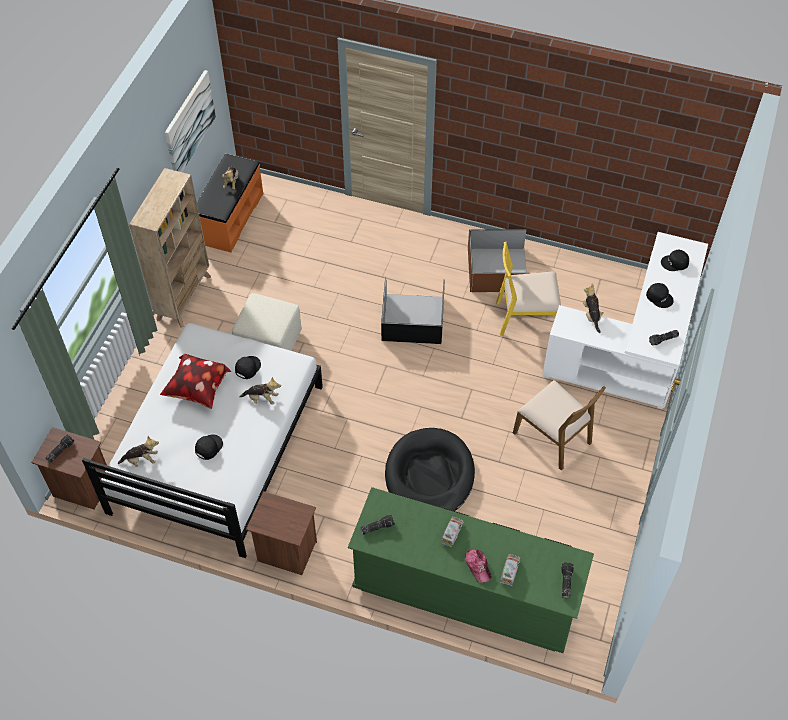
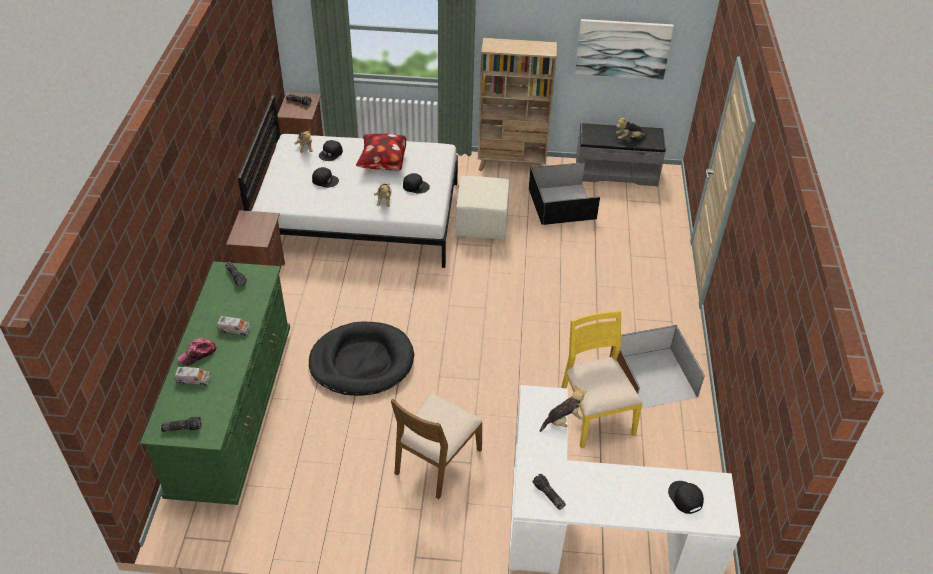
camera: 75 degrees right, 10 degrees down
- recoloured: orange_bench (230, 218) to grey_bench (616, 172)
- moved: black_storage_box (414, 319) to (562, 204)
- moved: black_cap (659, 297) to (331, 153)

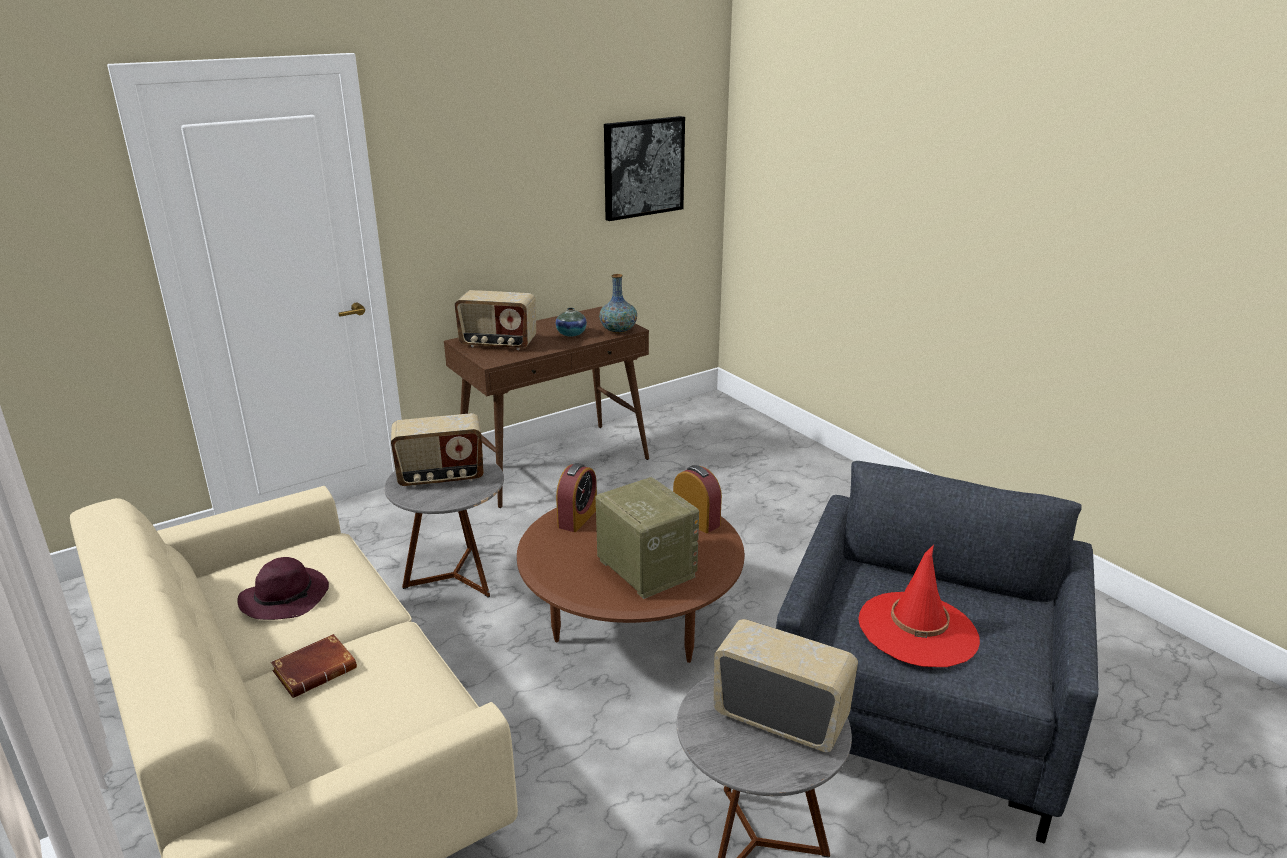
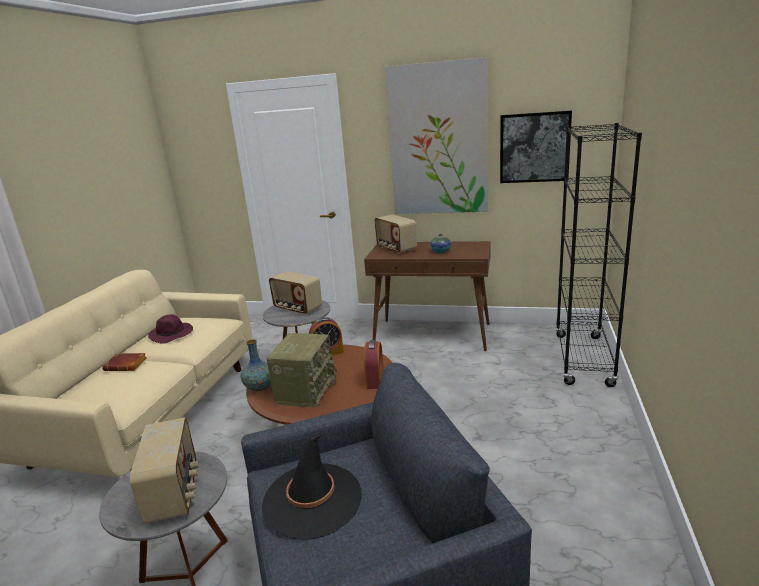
camera: 50 degrees right, 5 degrees down
- moved: vase (618, 330) to (260, 387)
- recoloured: red_hat (918, 630) to black_hat (312, 500)
- added: picture (438, 140)
- added: black_bookcase (583, 360)

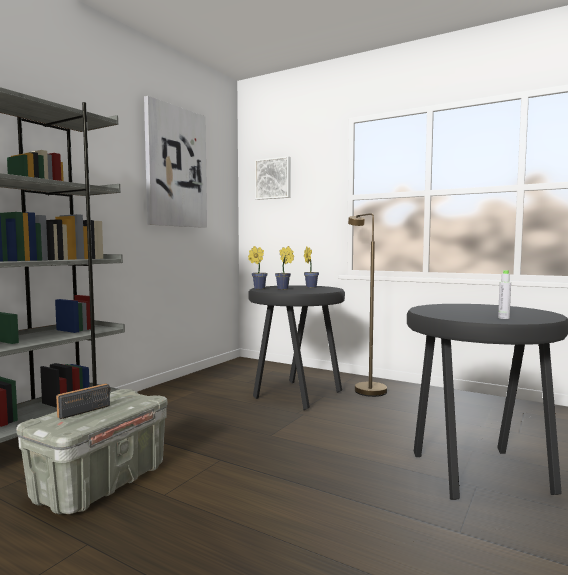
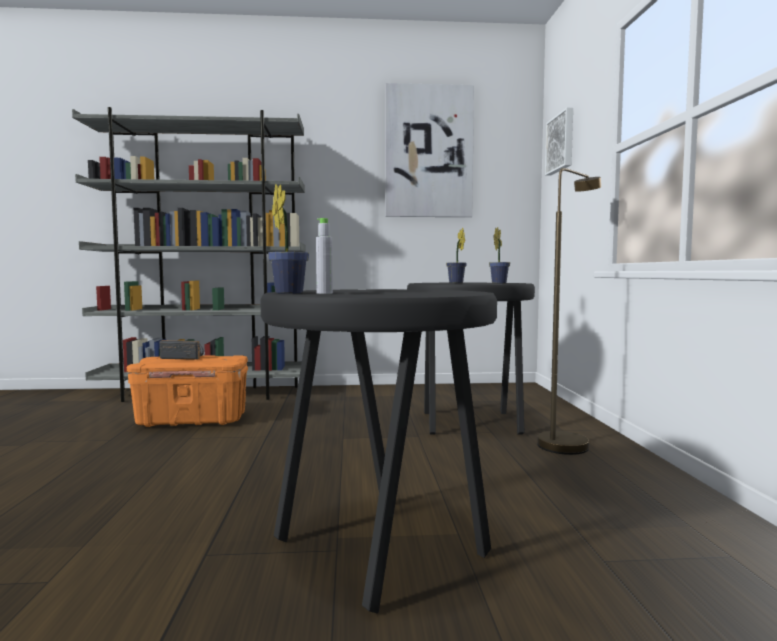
camera: 55 degrees right, 0 degrees up
- recoloured: grey_storage_box (100, 484) to orange_storage_box (191, 421)
- moved: potted_plant (258, 288) to (288, 292)

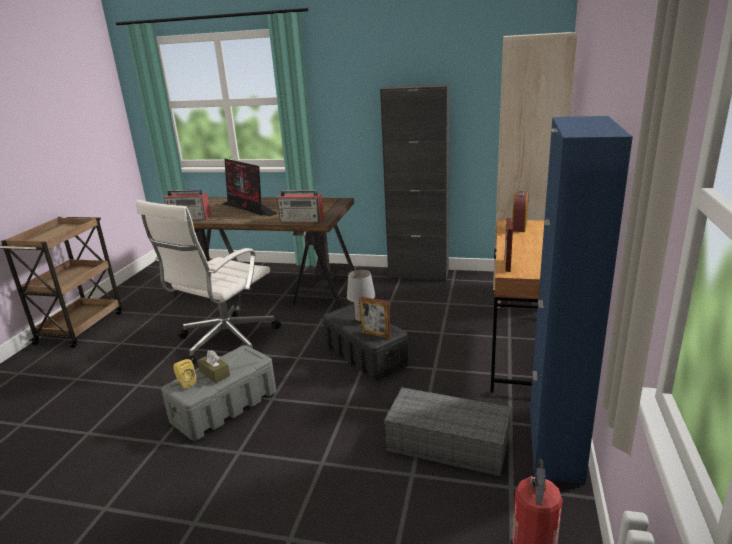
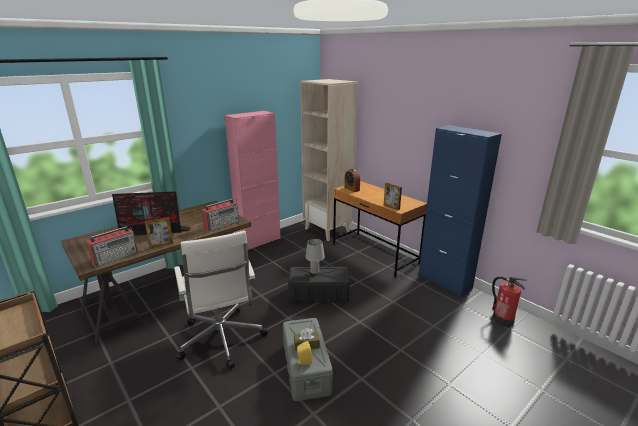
camera: 55 degrees left, 0 degrees up
- moved: picture_frame (376, 334) to (161, 245)
- recoloured: black_cabinet (418, 274) to pink_cabinet (259, 241)
- removed: grey_storage_box (446, 444)

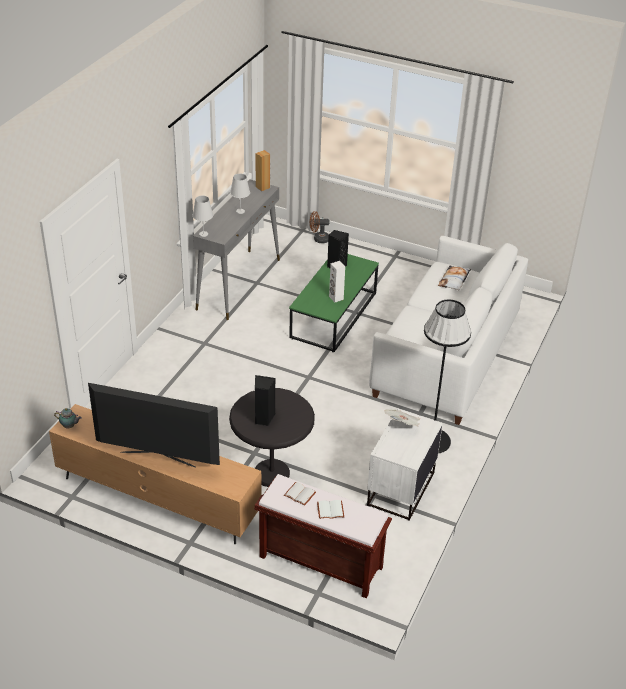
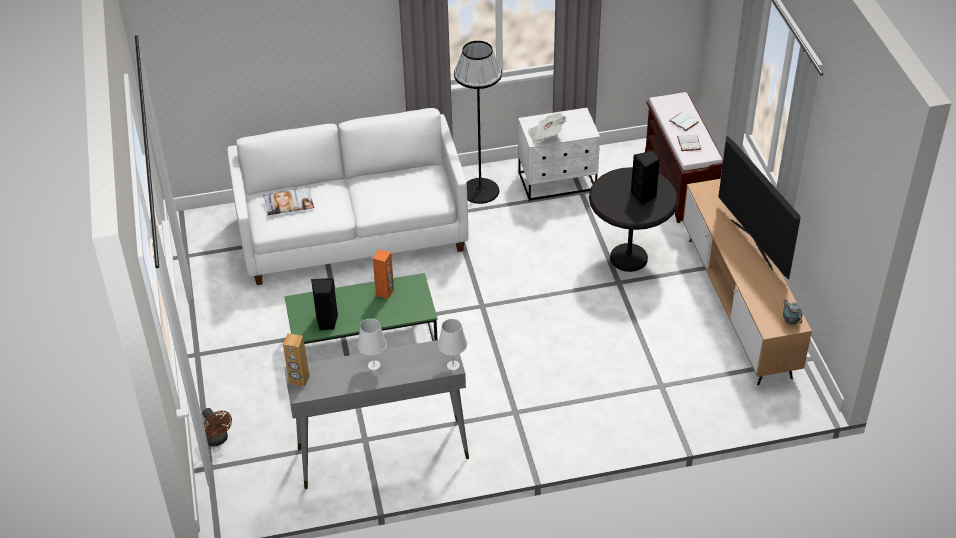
camera: 125 degrees left, 5 degrees up
- recoloured: white_speaker (336, 298) to orange_speaker (385, 292)

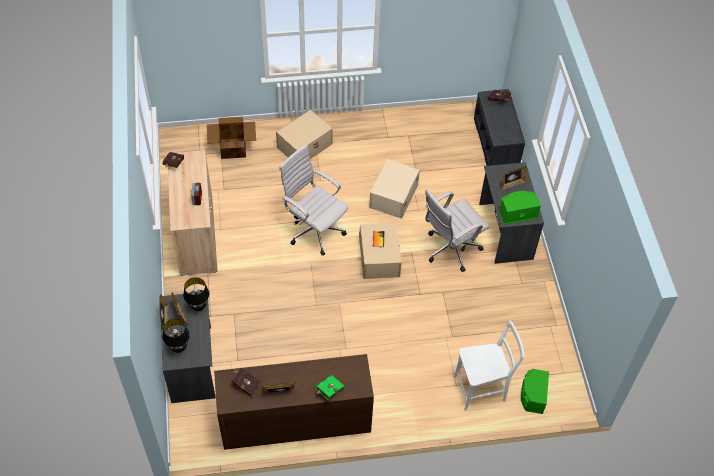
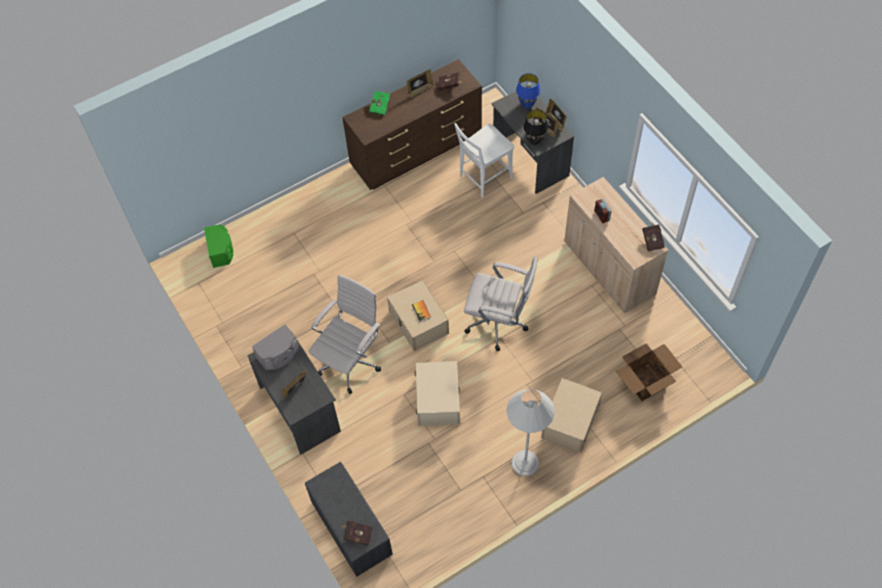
camera: 160 degrees right, 5 degrees up
- recoloured: black_table_lamp (178, 348) to blue_table_lamp (527, 104)
- moved: white_chair (482, 388) to (483, 178)
- recoloured: green_speaker (517, 213) to grey_speaker (279, 355)
- added: white_floor_lamp (525, 463)

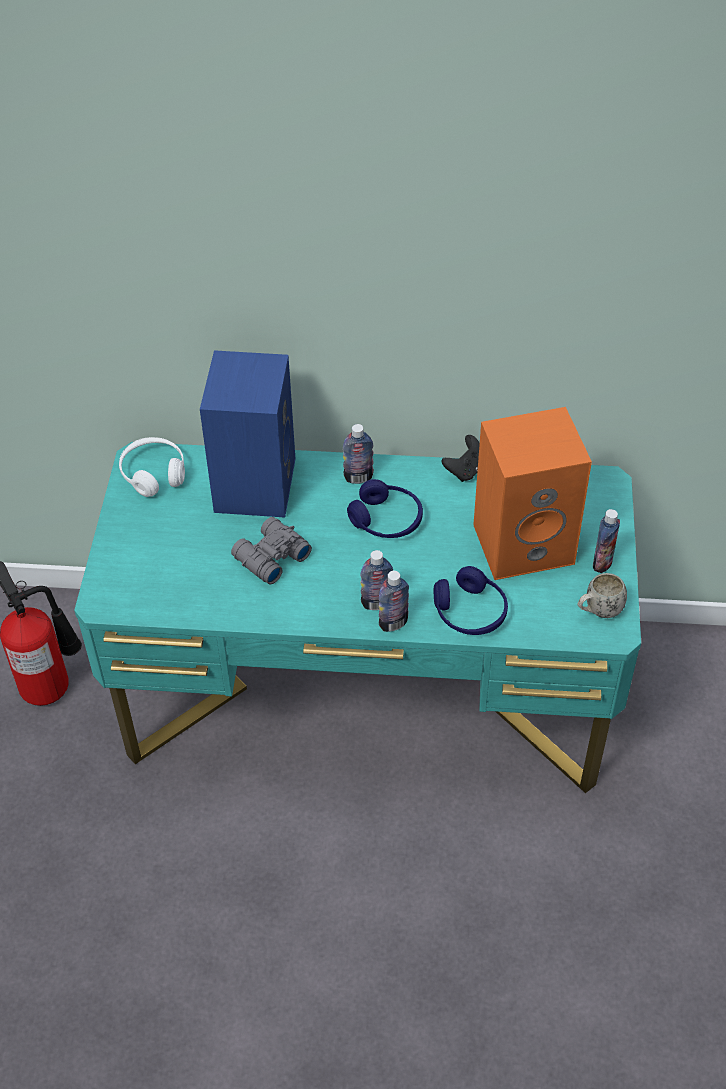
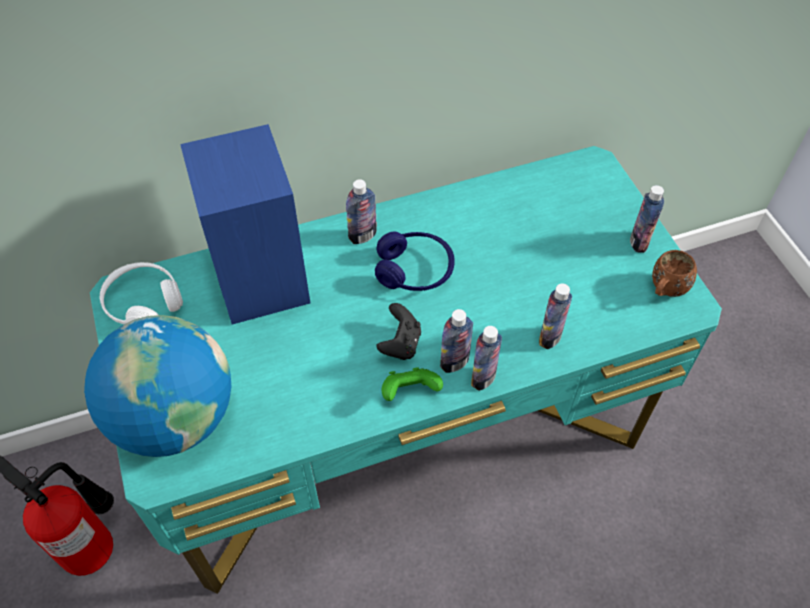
camera: 25 degrees left, 5 degrees up
- removed: grey_binoculars (269, 557)
- replaced: blue_headphones (470, 612) to bottle (550, 337)
- moved: black_game_controller (465, 470) to (400, 344)
- removed: orange_speaker (525, 542)
- recoloured: white_mug (598, 611) to brown_mug (665, 291)
- added: globe (174, 417)
- added: green_game_controller (410, 392)

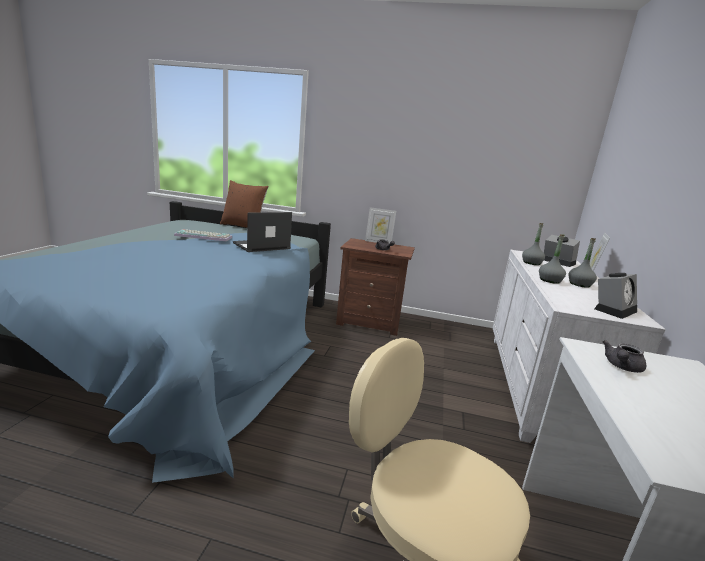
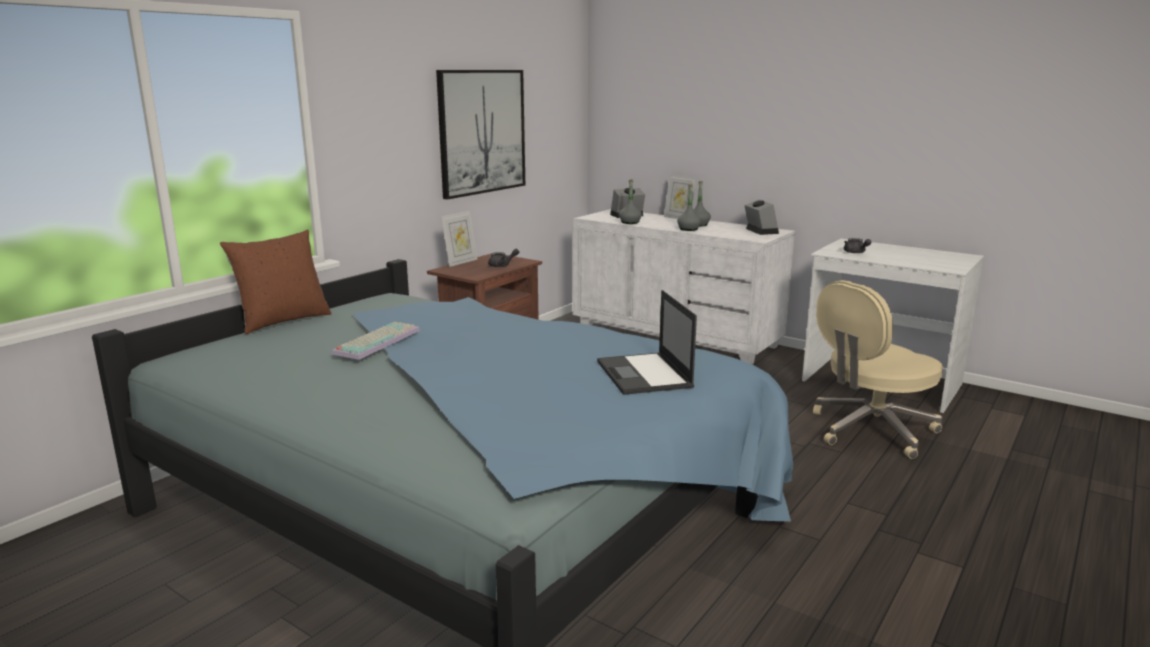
camera: 65 degrees left, 0 degrees up
- moved: laptop (261, 246) to (644, 374)
- added: picture (482, 132)

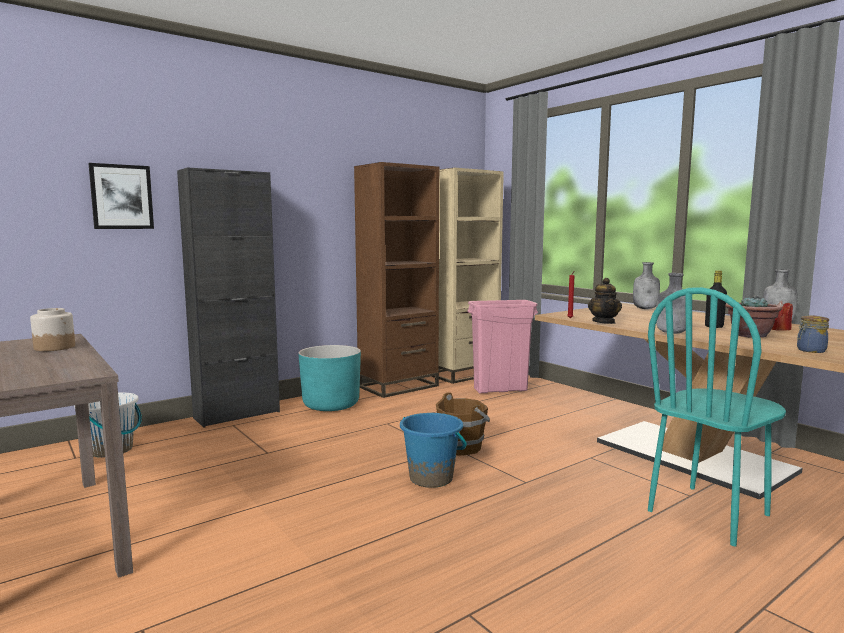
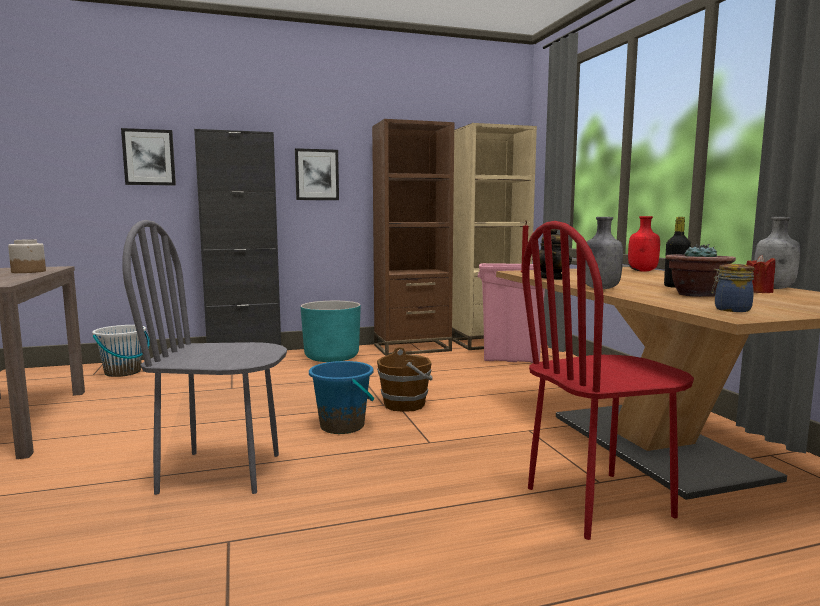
camera: 20 degrees right, 0 degrees up
- recoloured: grey_bottle (645, 308) to red_bottle (643, 271)
- recoloured: turquoise_chair (709, 513) to red_chair (599, 502)
- added: grey_chair (221, 472)
- added: picture (316, 175)

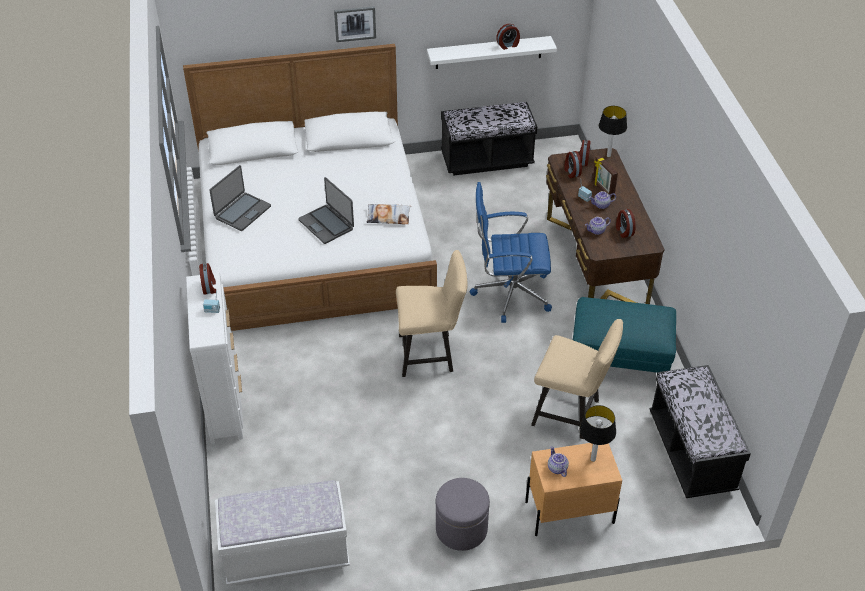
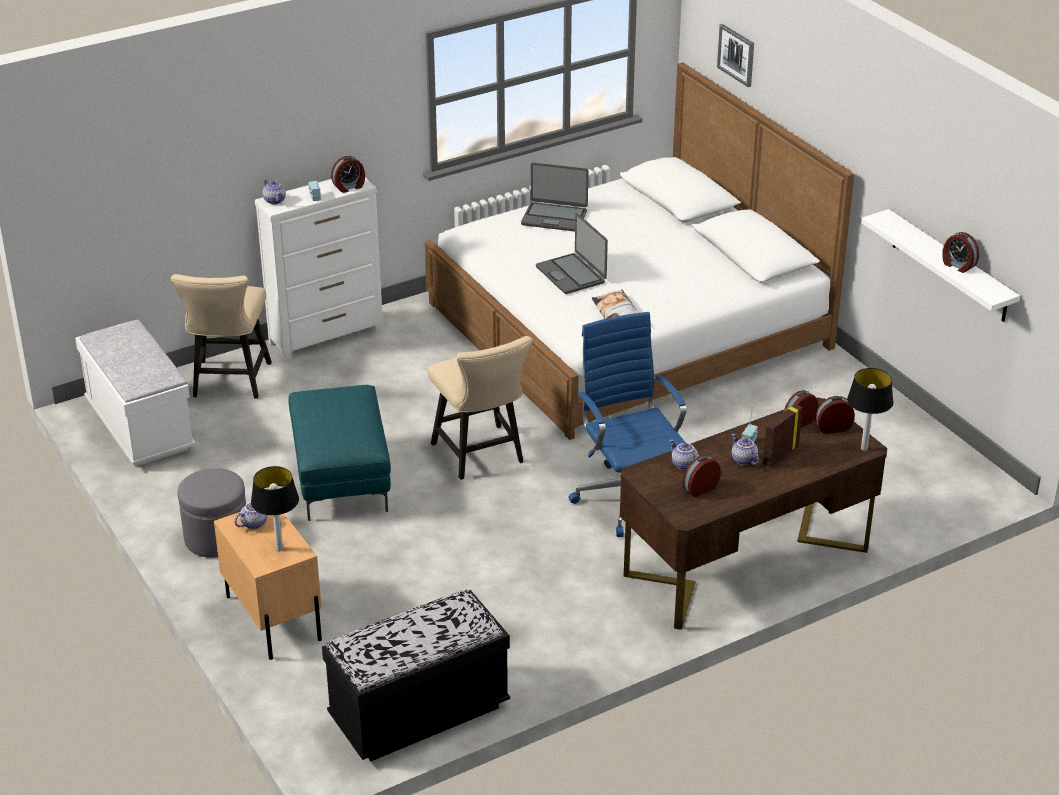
camera: 70 degrees right, 10 degrees down
- turned: laptop (326, 224) = (571, 274) 60 degrees counterclockwise
- moved: picture (355, 23) to (736, 55)
- removed: black_bench (487, 160)
- moved: beige_chair (571, 413) to (229, 383)
- moved: turquoise_ottoman (619, 358) to (340, 478)
- added: teapot (274, 200)

